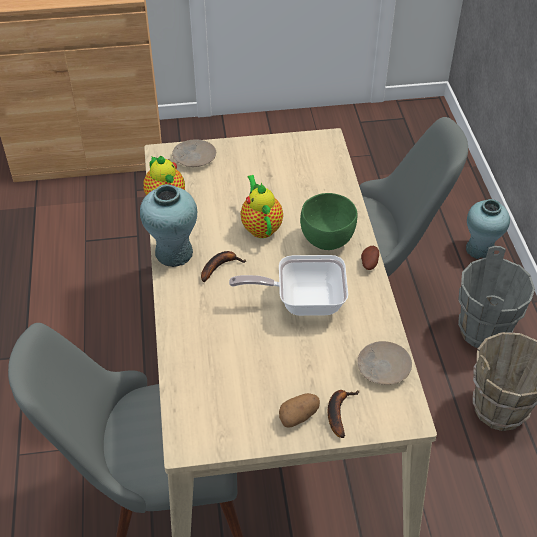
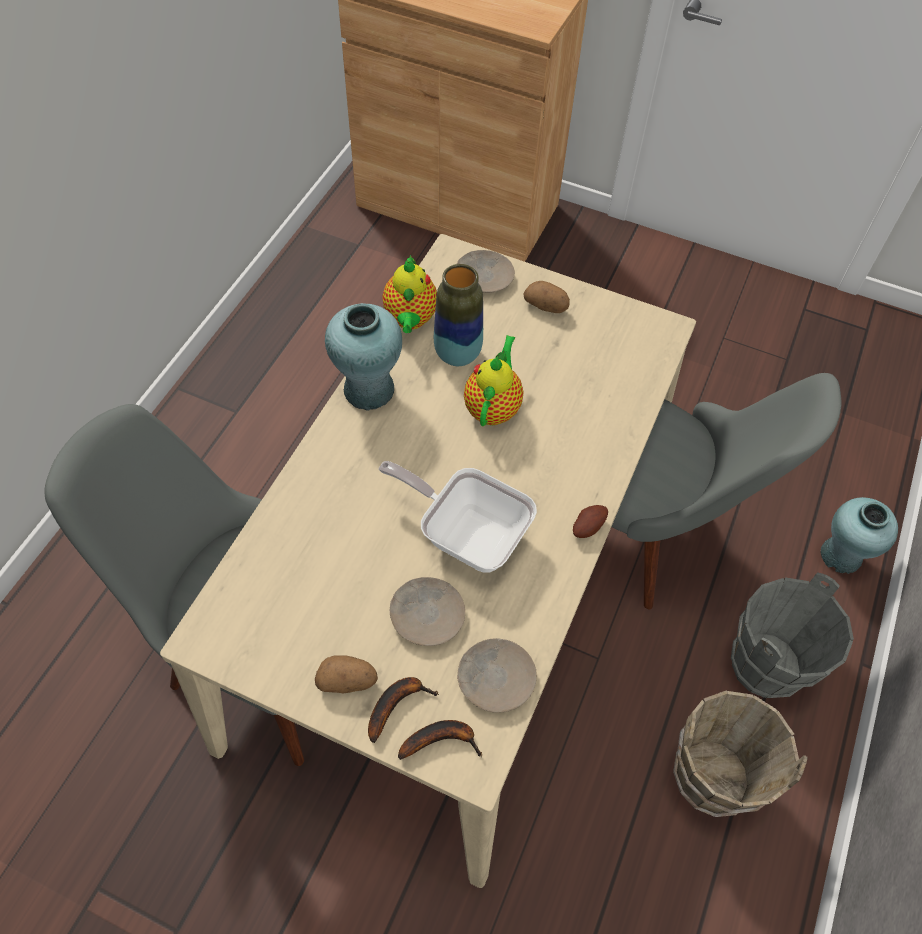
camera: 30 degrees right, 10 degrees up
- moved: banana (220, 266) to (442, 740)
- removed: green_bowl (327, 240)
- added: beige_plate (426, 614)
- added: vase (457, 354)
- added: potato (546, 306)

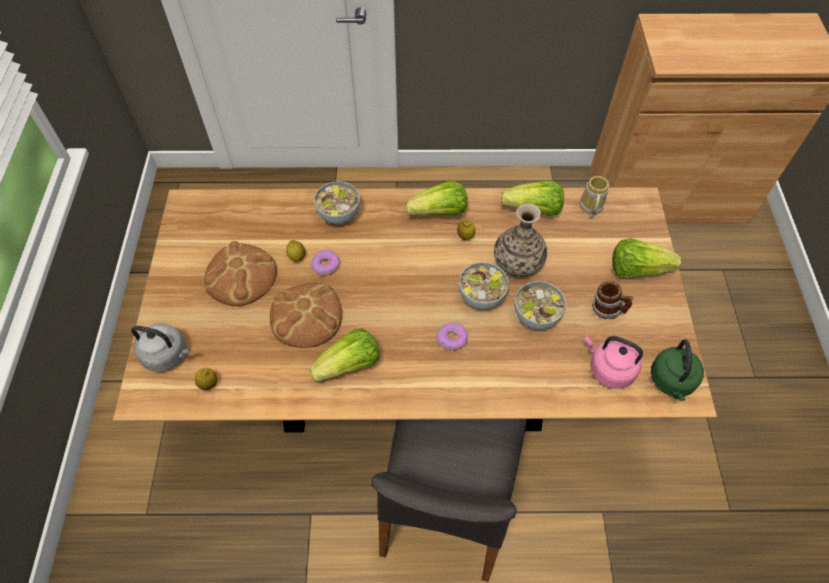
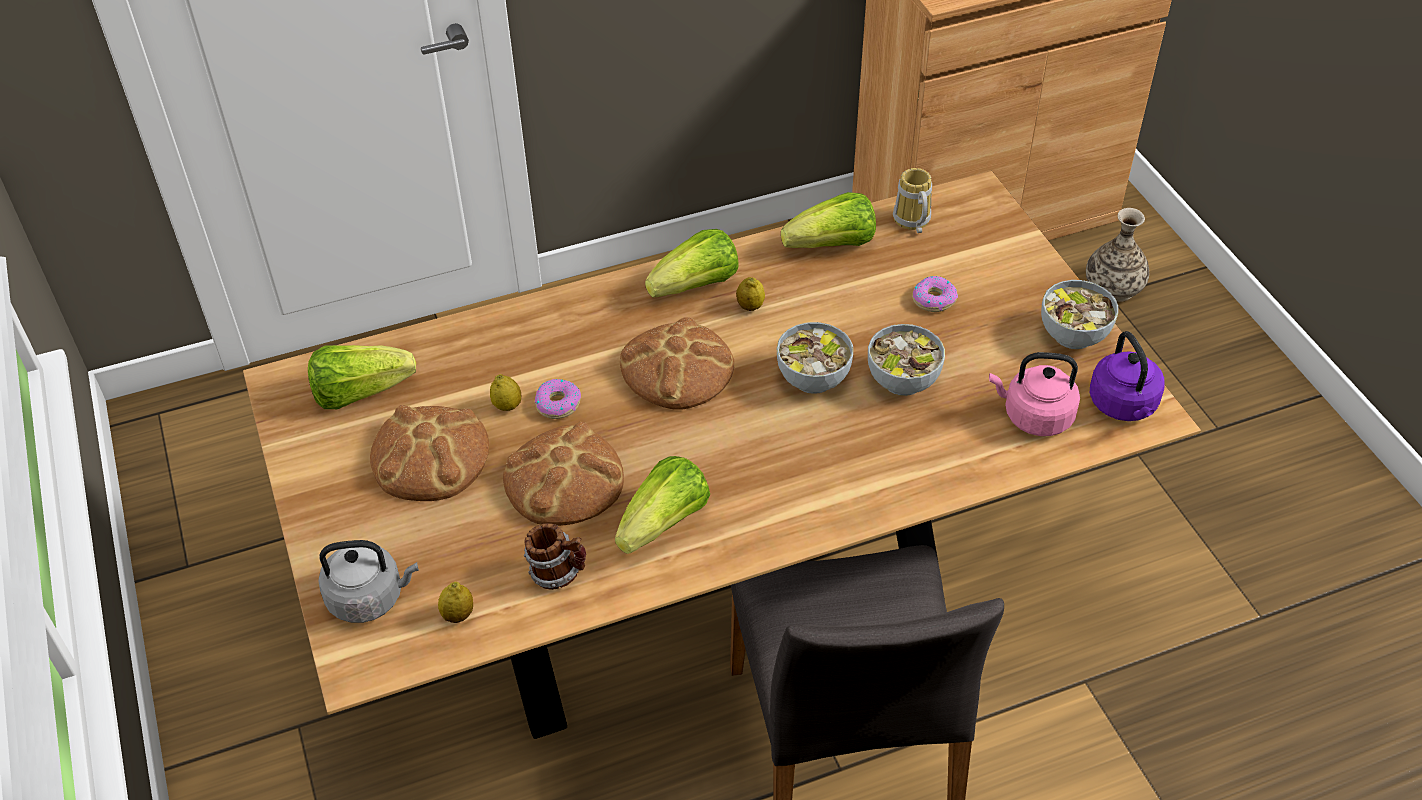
camera: 20 degrees left, 10 degrees down
- moved: bowl (338, 214) to (1073, 334)
- moved: donut (451, 338) to (933, 299)
- moved: vase (518, 262) to (1113, 287)
- moved: mug (607, 310) to (558, 573)
- moved: lettuce (637, 269) to (360, 392)
- recoloured: green_kettle (671, 381) to purple_kettle (1124, 406)
- added: bread (677, 368)

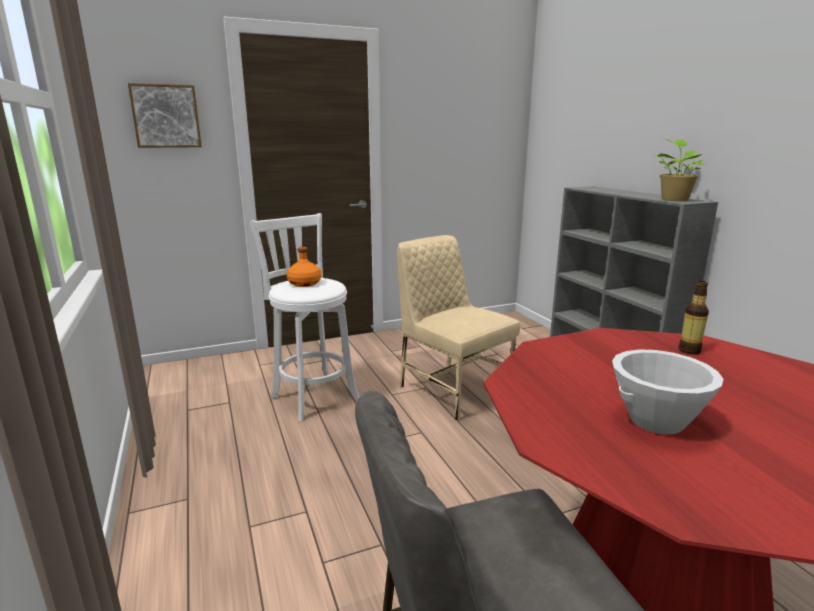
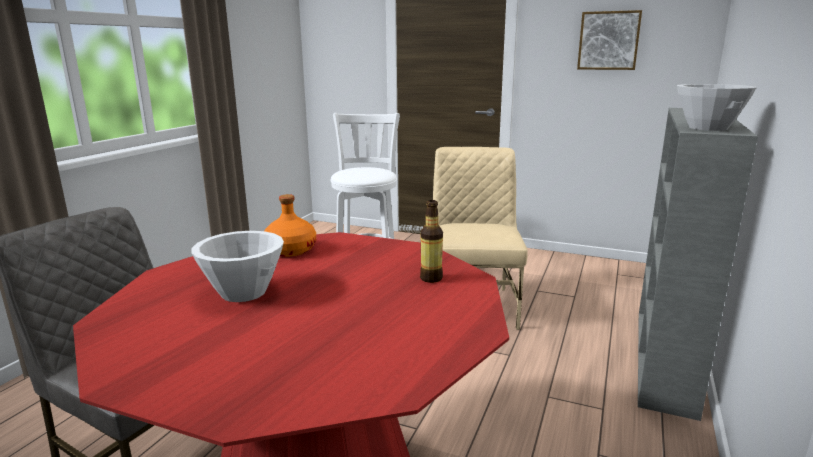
camera: 45 degrees right, 0 degrees up
- moved: picture (166, 116) to (608, 40)
- moved: orange_bottle (304, 283) to (290, 250)
- replaced: potted_plant (674, 199) to white_bowl (707, 128)

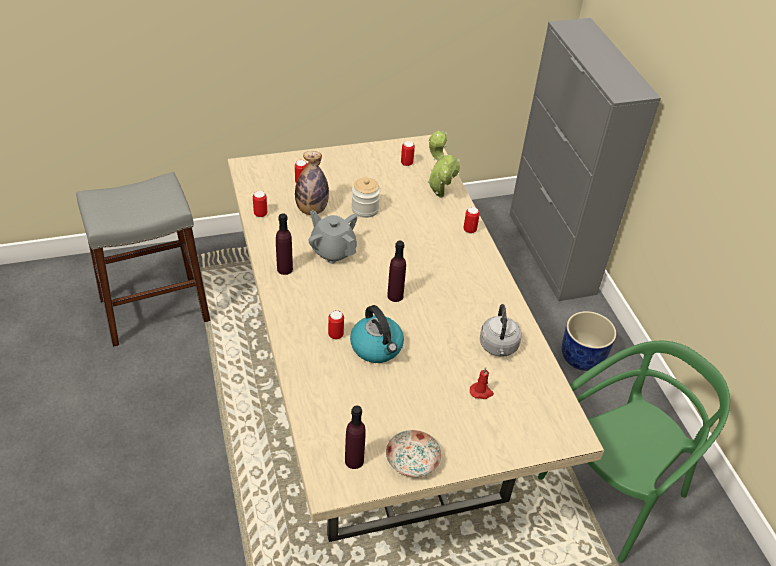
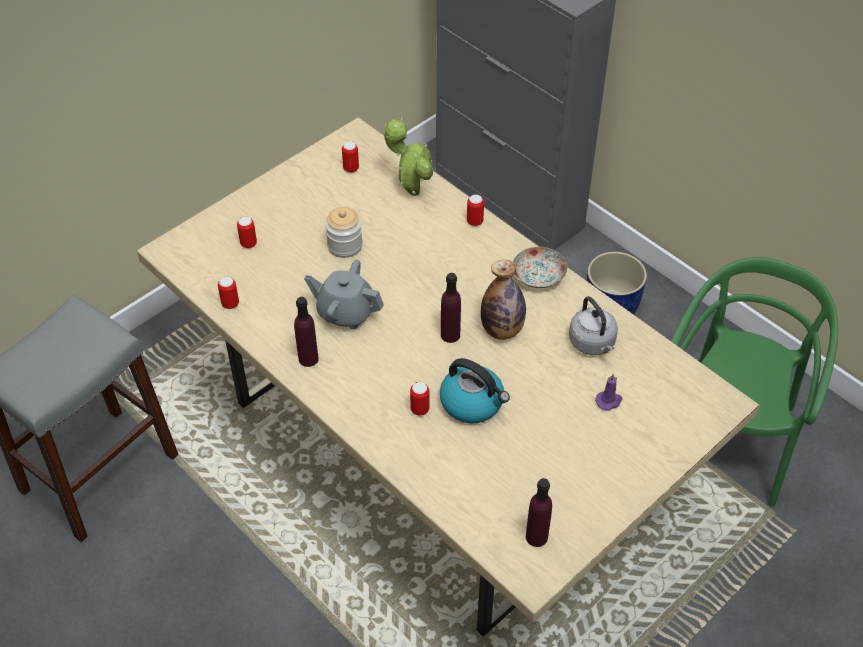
camera: 25 degrees left, 5 degrees up
- moved: bottle (311, 210) to (502, 330)
- moved: plate (412, 461) to (538, 276)
- recoloured: red_candle (481, 392) to purple_candle (609, 401)

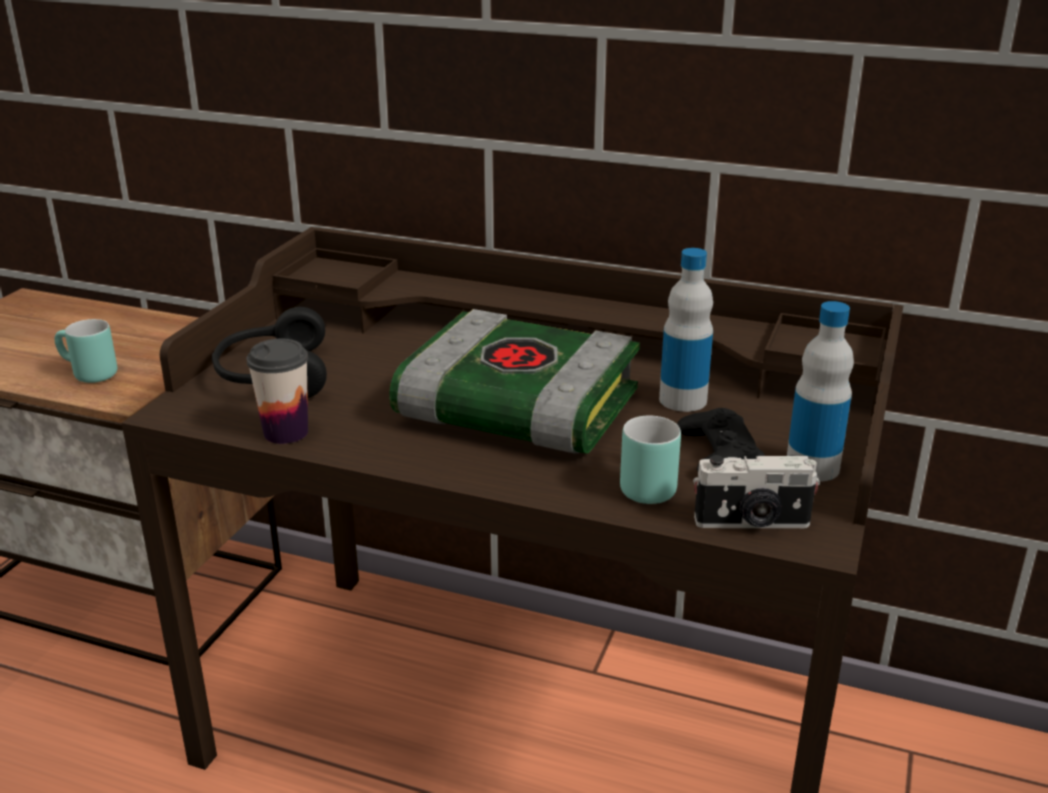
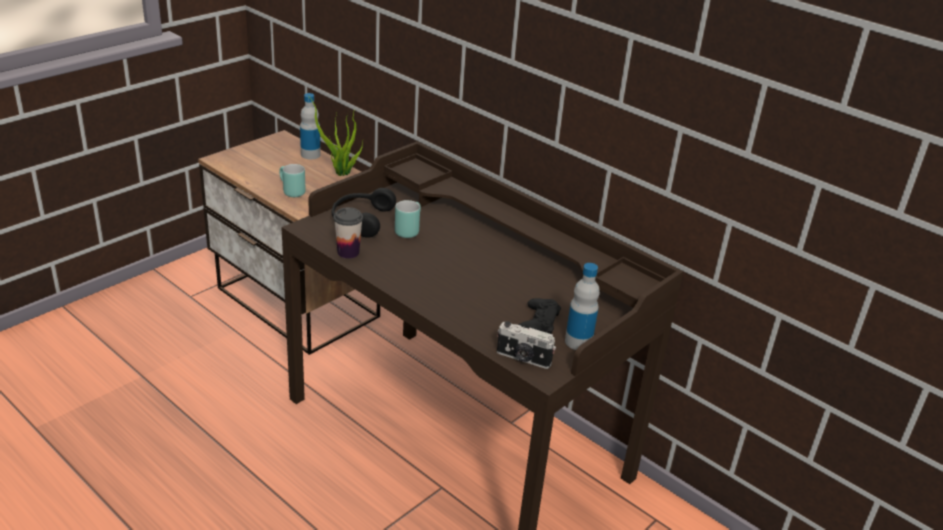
camera: 20 degrees right, 5 degrees up
- removed: book (514, 409)
- moved: turquoise_mug (642, 484) to (407, 230)
- moved: bottle (683, 400) to (310, 155)
- added: potted_plant (340, 173)

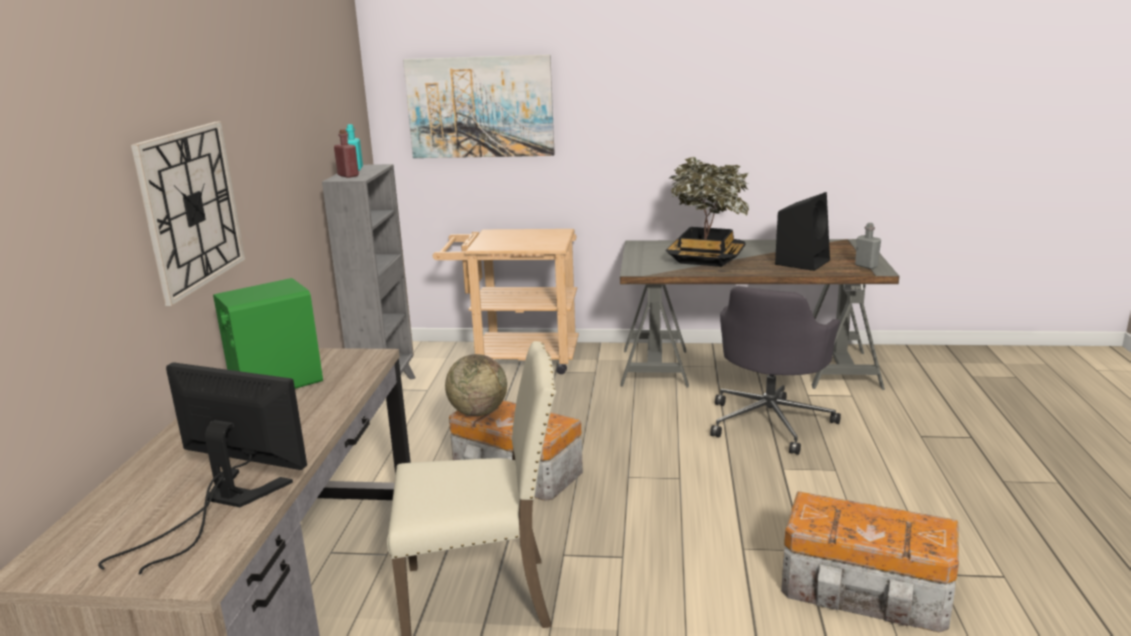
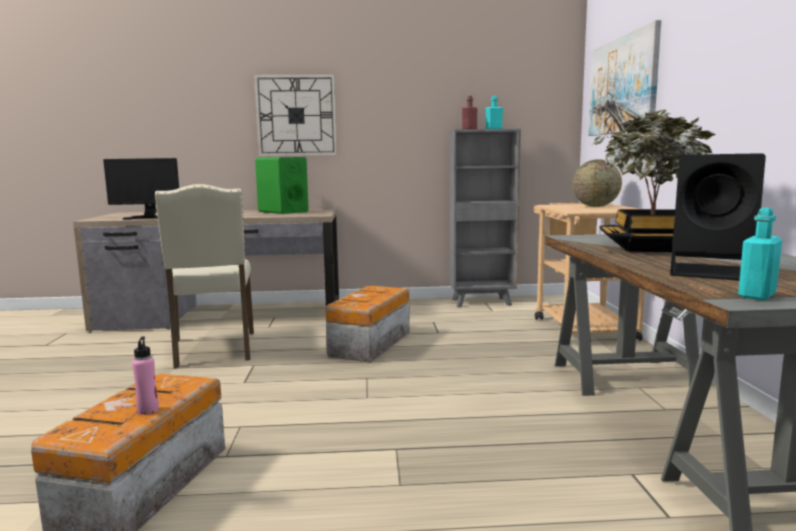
camera: 80 degrees right, 10 degrees down
- turned: monitor (224, 503) = (152, 217) 75 degrees clockwise
- moved: globe (478, 412) to (595, 206)
- removed: grey_office_chair (770, 422)
- recoloured: grey_bottle (866, 266) to turquoise_bottle (757, 295)
- added: pink_bottle (148, 410)

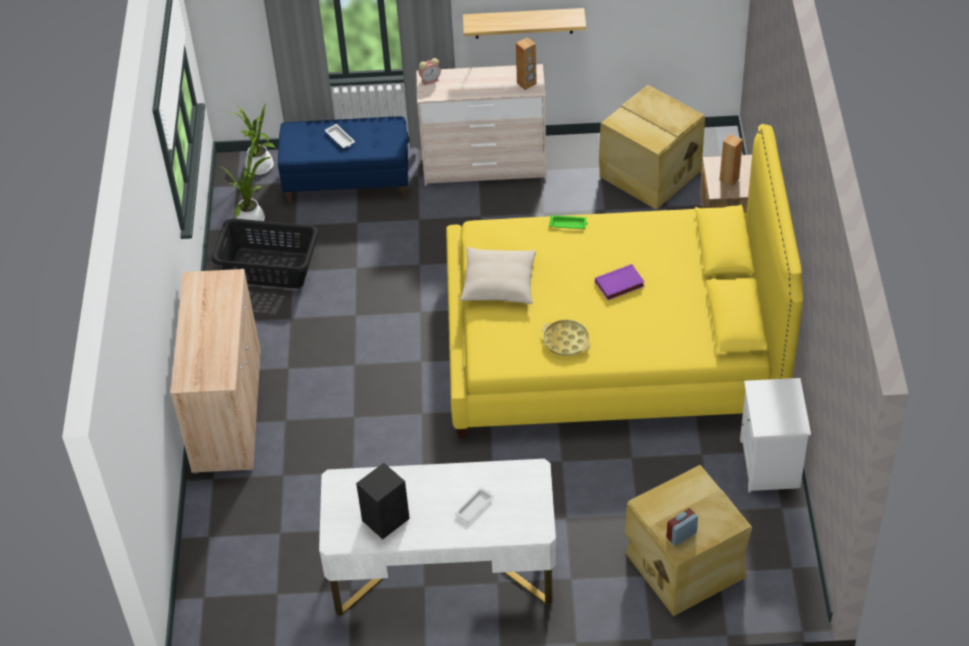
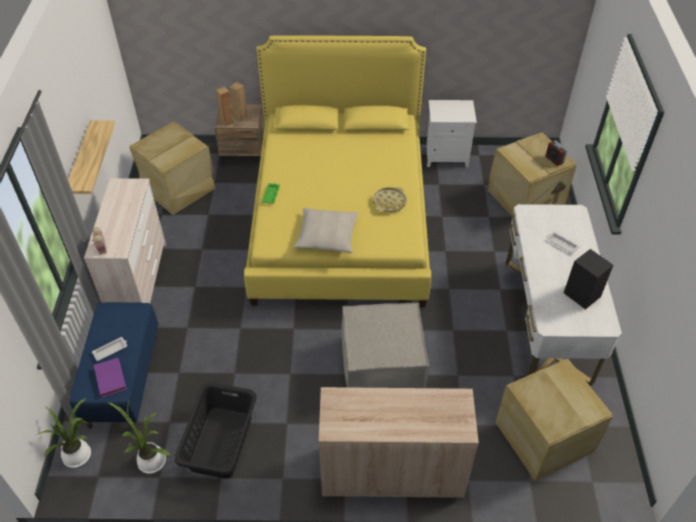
camera: 90 degrees left, 0 degrees up
- moved: brown_speaker (527, 83) to (227, 121)
- moved: purple_book (620, 285) to (111, 378)
- added: beige_ottoman (383, 365)
- added: beige_storage_box (544, 435)

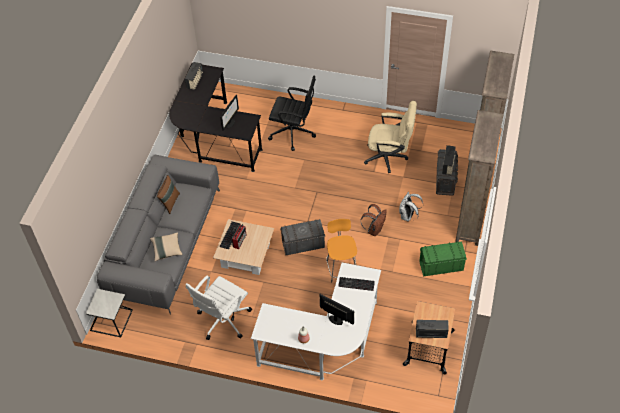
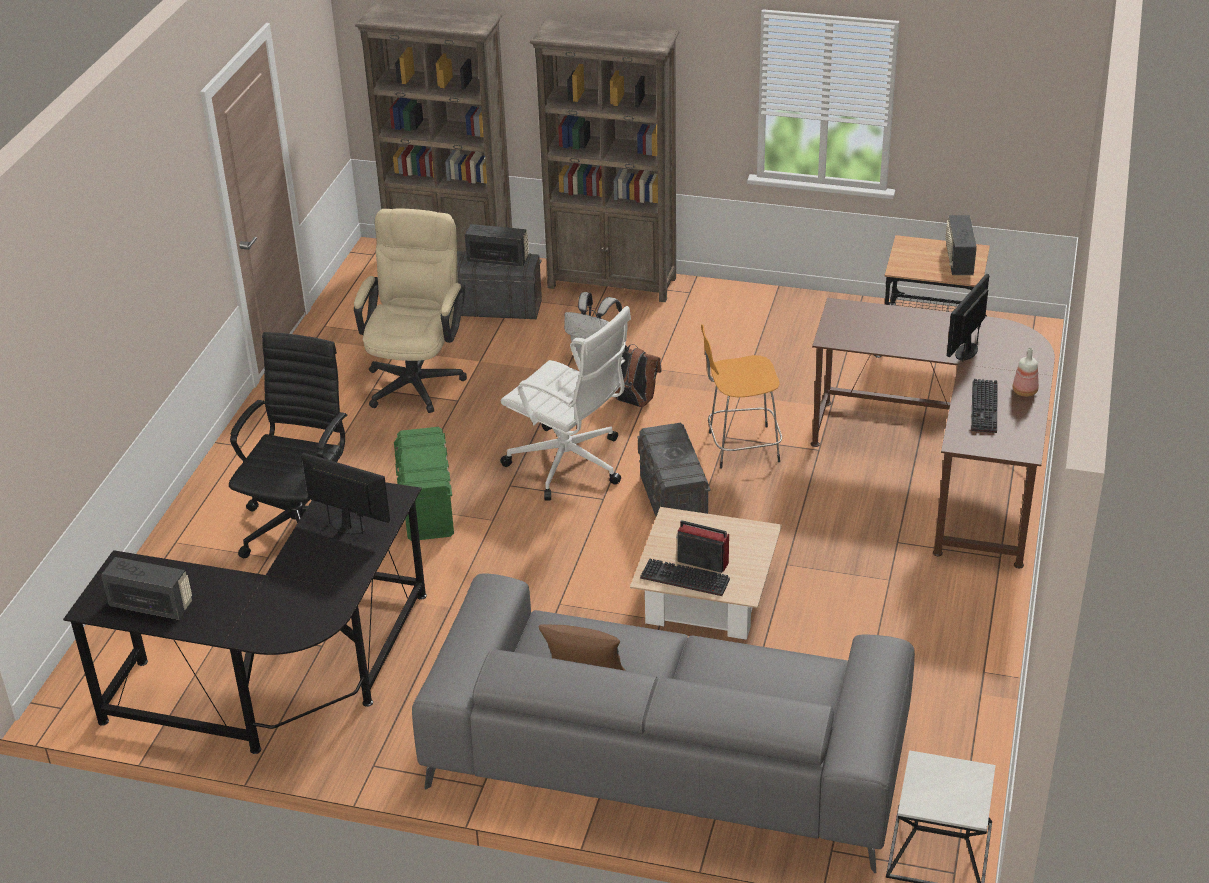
camera: 90 degrees left, 15 degrees down
- removed: beige_pillow (167, 250)
- moved: white_office_chair (222, 320) to (569, 465)
- recoloured: white_desk (326, 344) to brown_desk (945, 467)
- moved: keyboard (355, 284) to (986, 408)
- moved: green_storage_box (441, 266) to (427, 508)

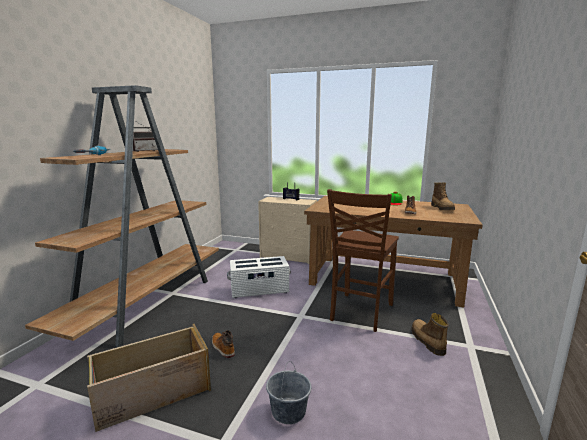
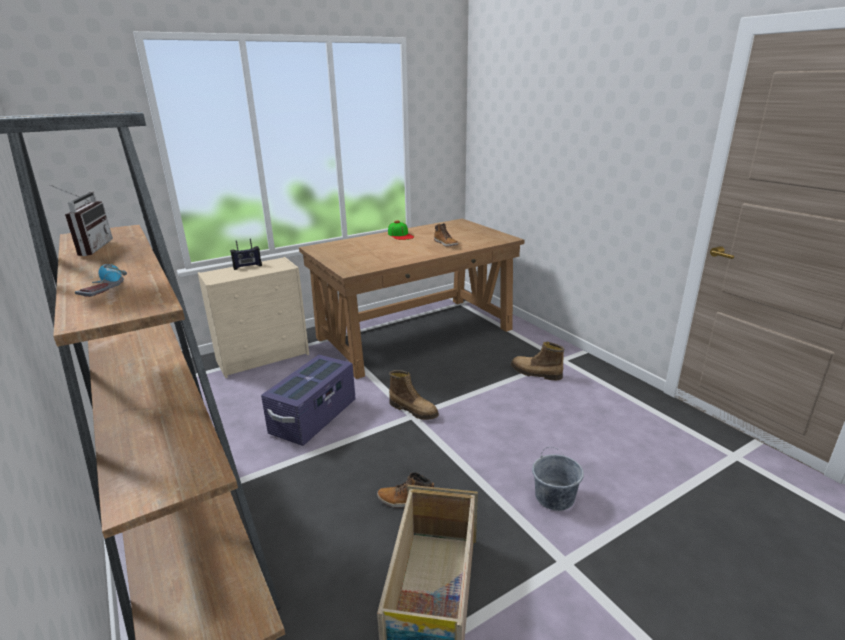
camera: 50 degrees left, 10 degrees up
- recoloured: white_storage_box (259, 290) to purple_storage_box (314, 417)
- removed: brown_chair (360, 312)
- moved: boot (442, 208) to (414, 410)

